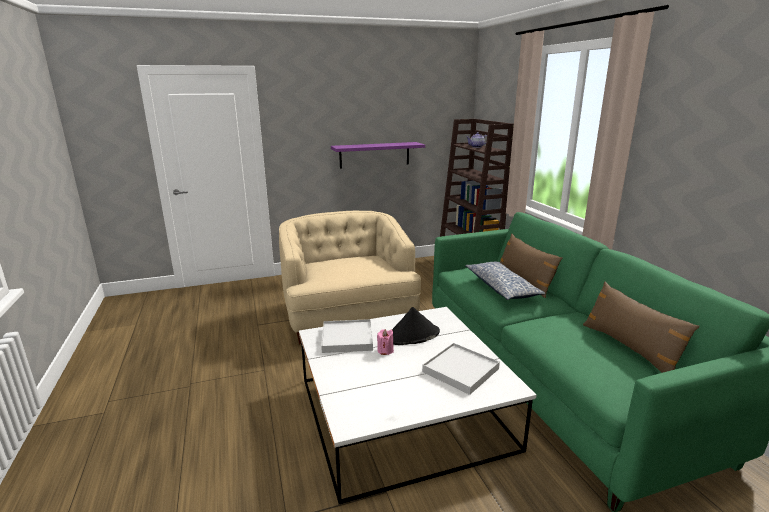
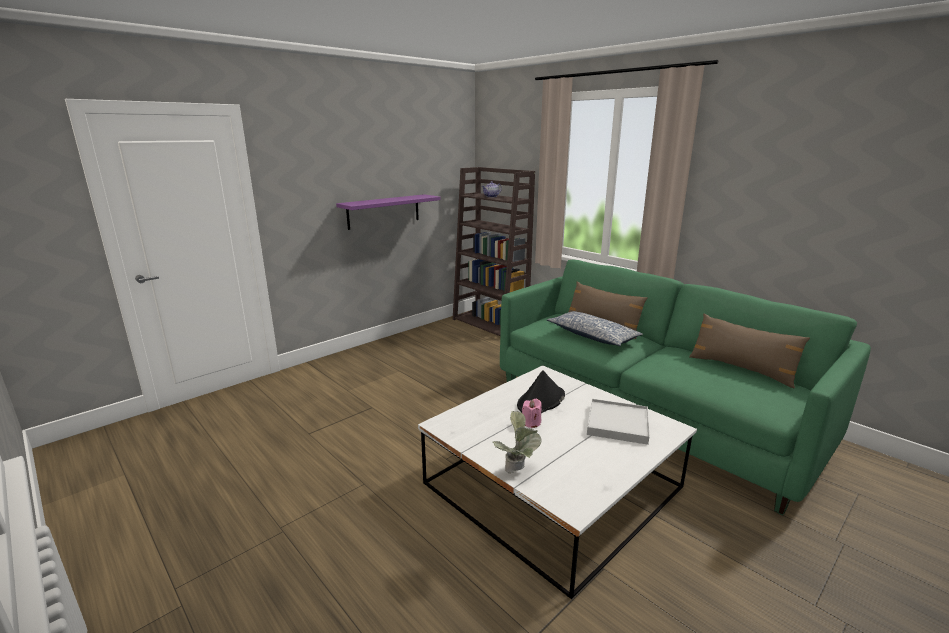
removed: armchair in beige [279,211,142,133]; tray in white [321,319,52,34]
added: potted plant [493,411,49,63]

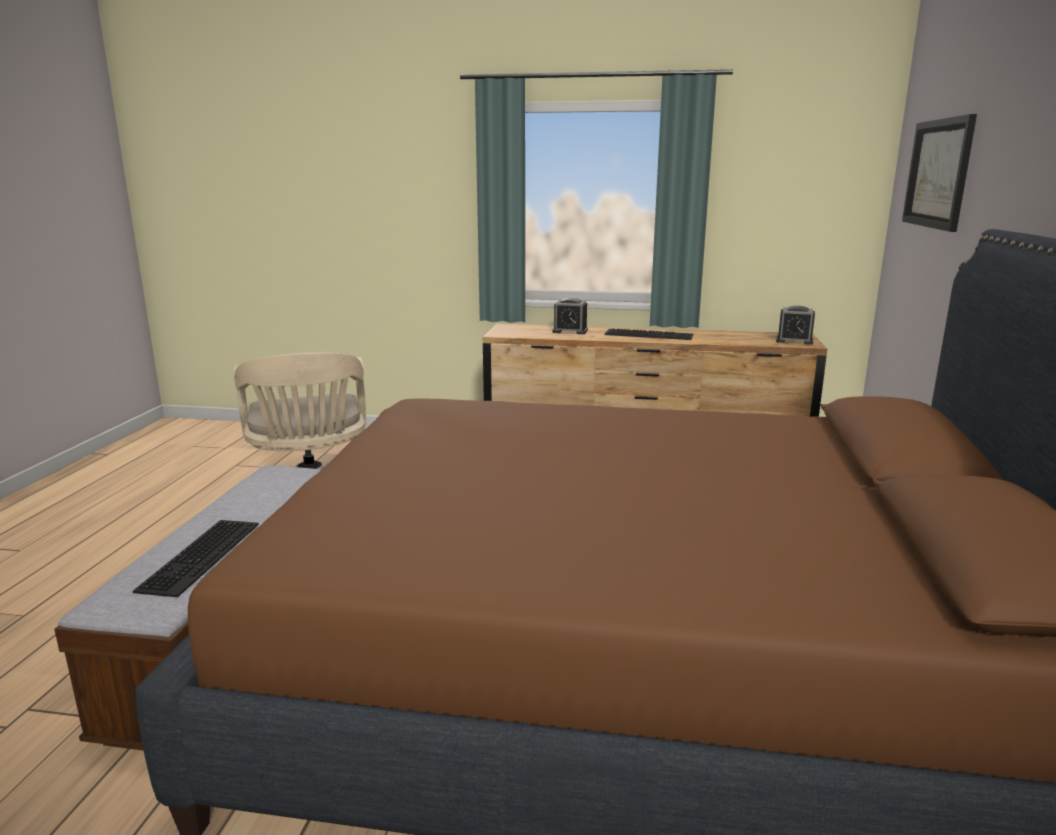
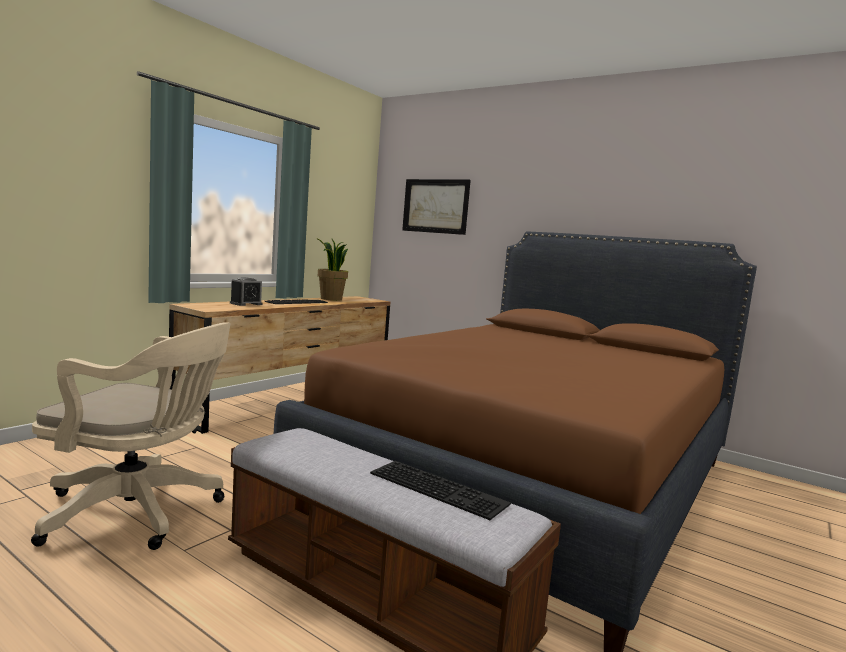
removed: alarm clock [776,306,39,39]
added: potted plant [316,238,32,63]

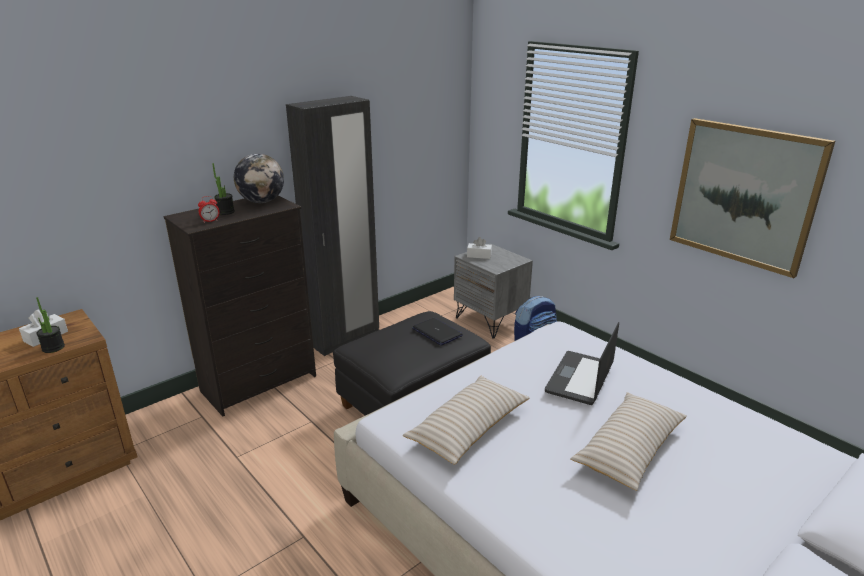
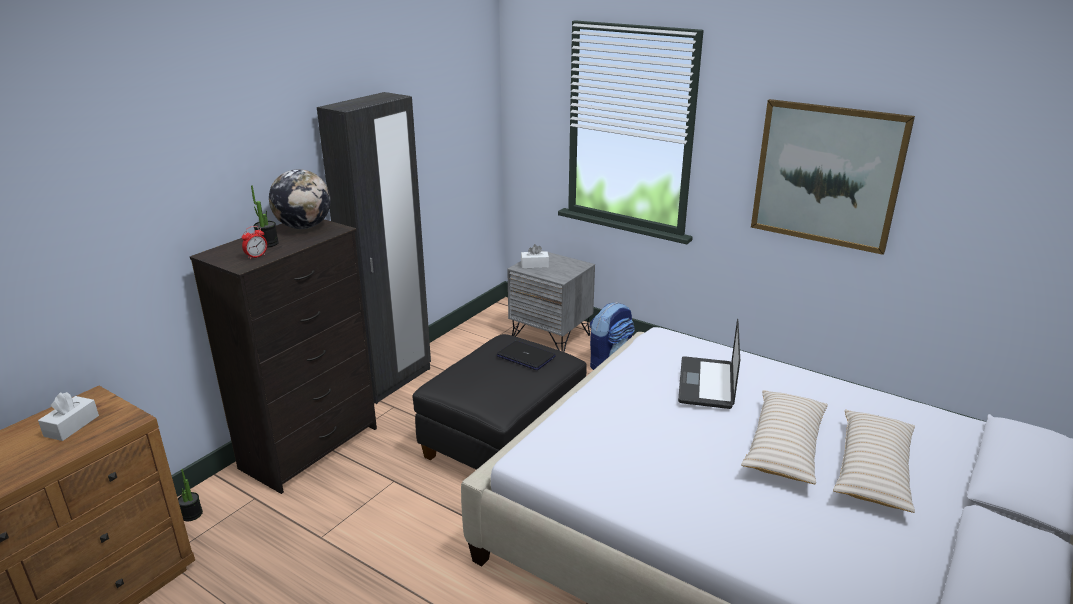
moved: potted plant [36,297,29,56] to [178,469,25,52]; pillow in beige [403,376,126,89] to [833,410,82,103]

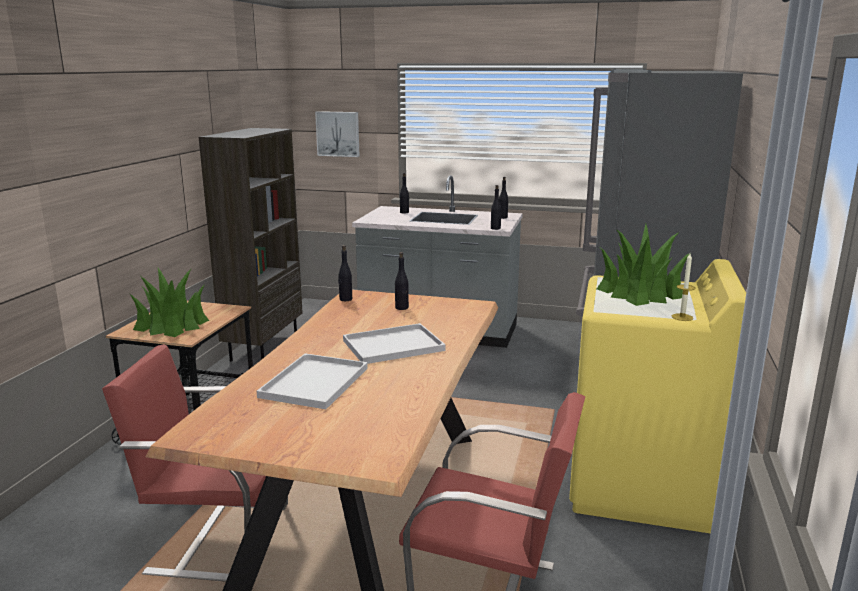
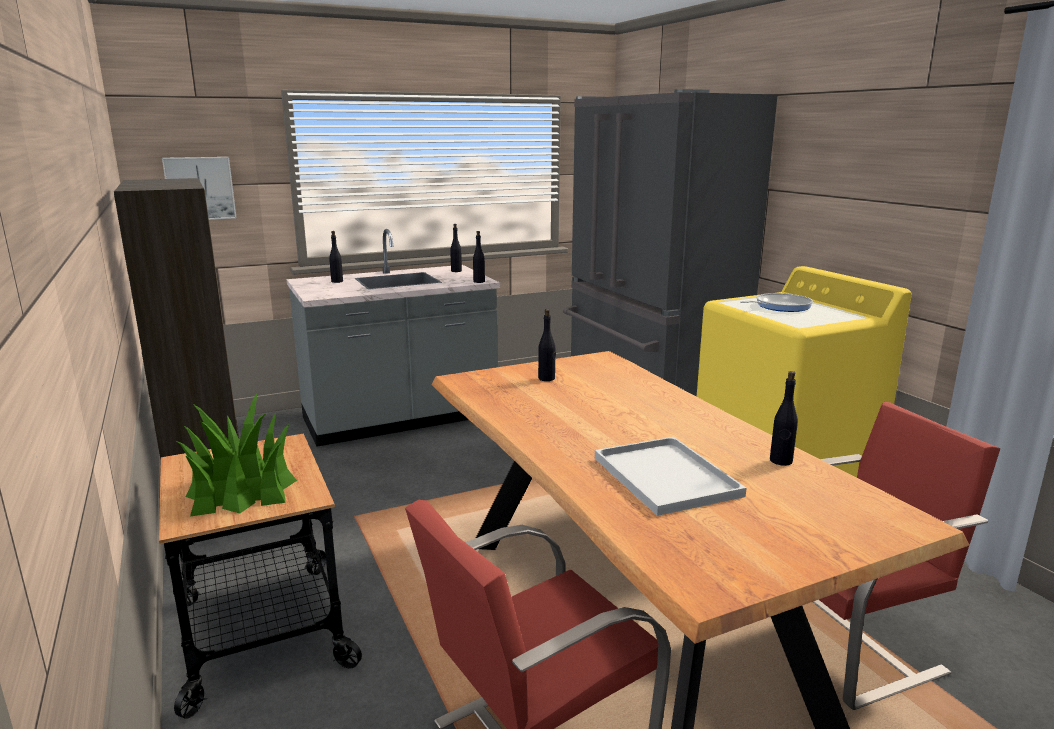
removed: tray in white [343,323,103,41]; candle [672,253,23,68]
moved: bottle in black [338,245,14,56] to [770,371,28,95]
replaced: potted plant [597,224,93,82] to frying pan [740,293,73,19]

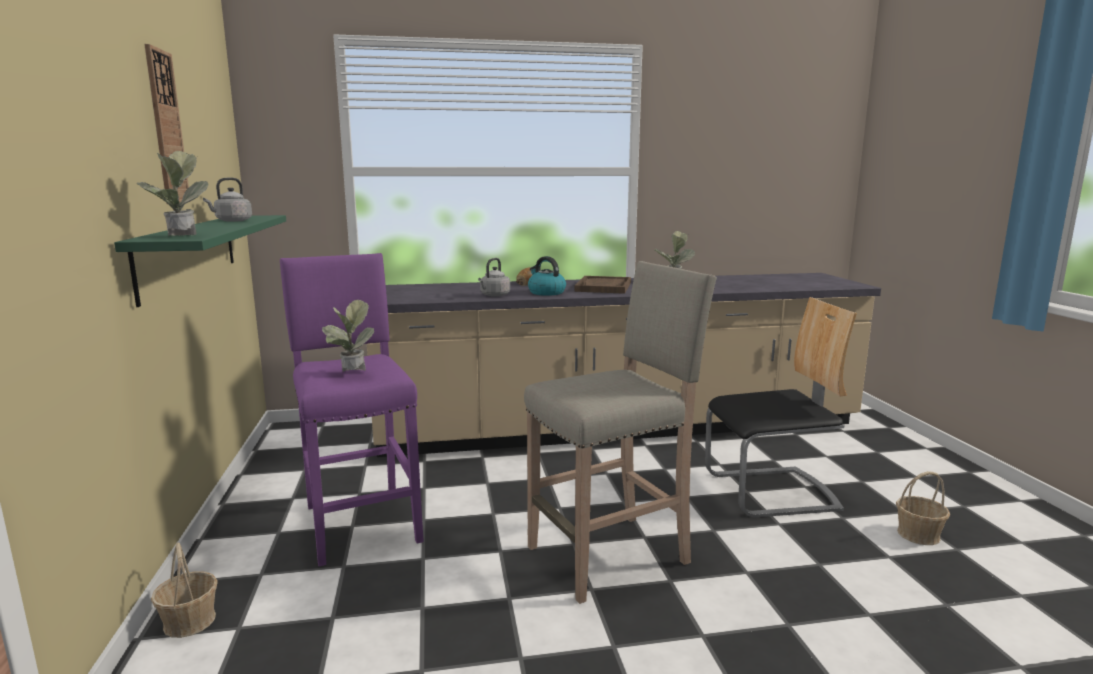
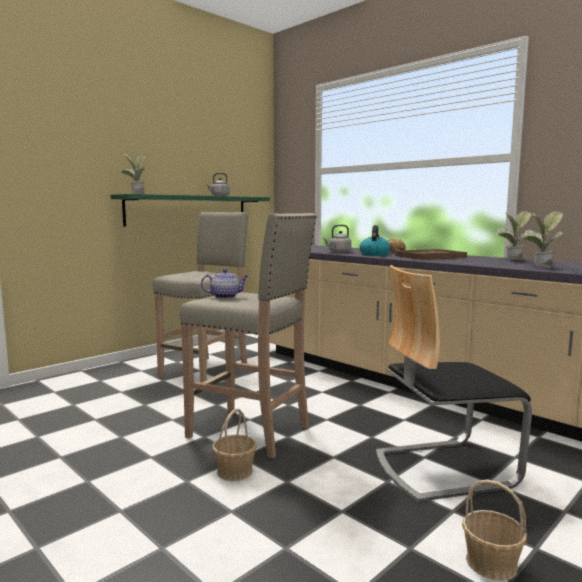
removed: wall clock [144,44,47,159]
added: teapot [201,269,47,30]
moved: basket [151,543,67,95] to [212,409,45,72]; potted plant [322,300,52,71] to [522,211,41,57]
recoloured: stool in purple [280,253,144,313] to stool in beige [153,212,96,171]
turned: chair [705,297,152,220] = [376,265,156,237] 120 degrees clockwise

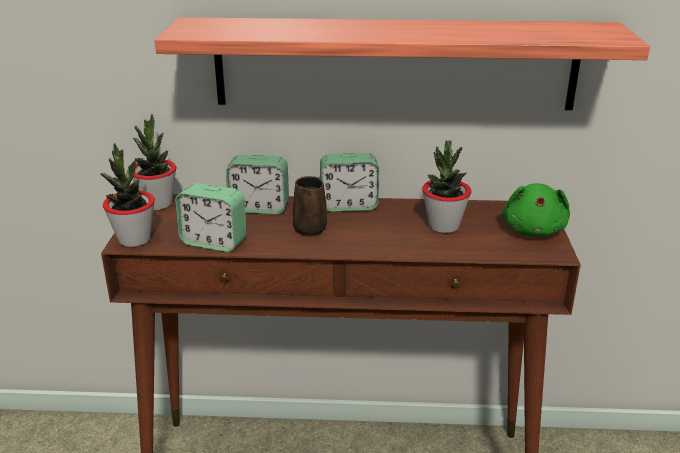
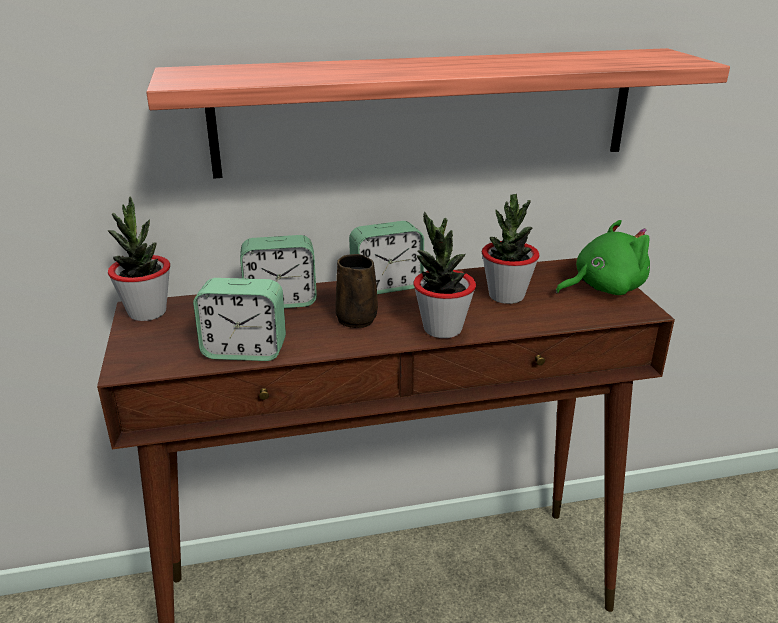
moved: potted plant [100,143,55,104] to [413,212,63,126]
turned: plush toy in green [502,183,68,54] = [556,220,94,75] 105 degrees counterclockwise

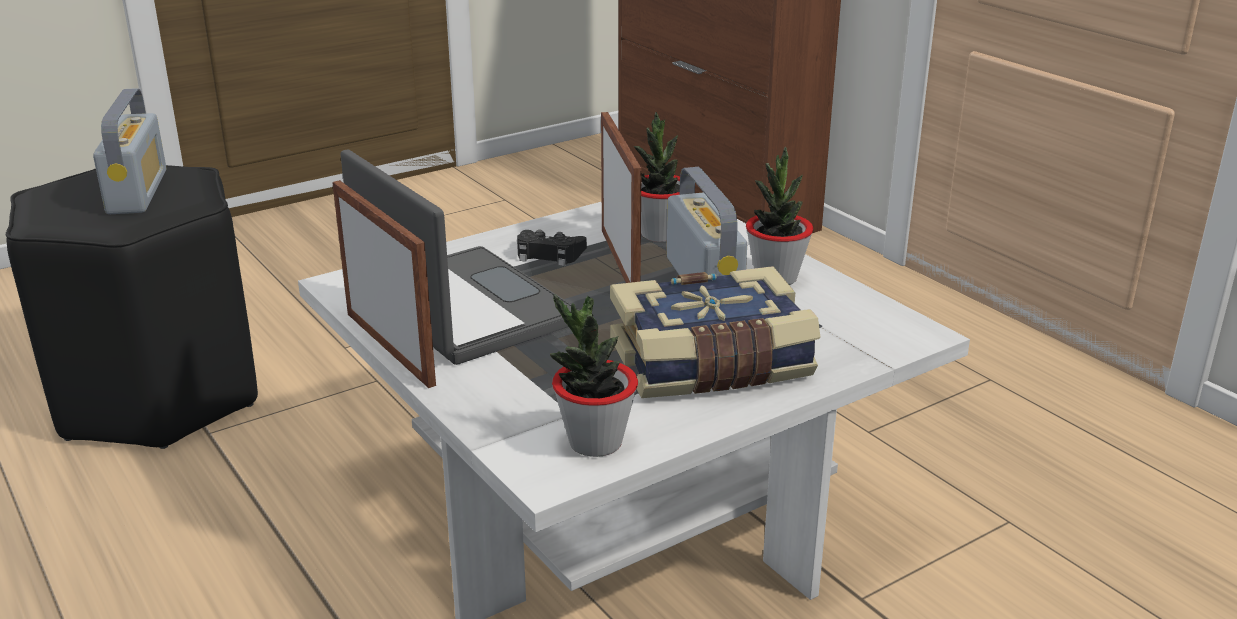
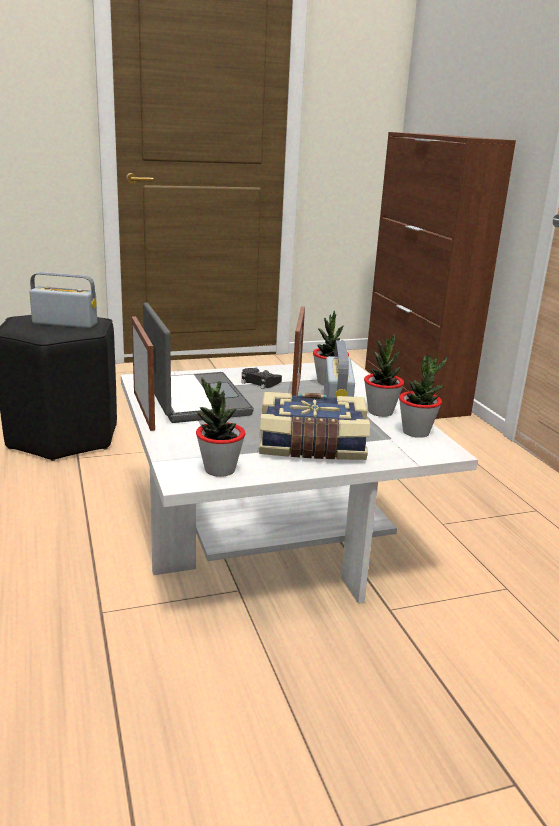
added: potted plant [399,355,48,83]
turned: radio [93,88,73,126] = [29,272,68,56] 90 degrees counterclockwise

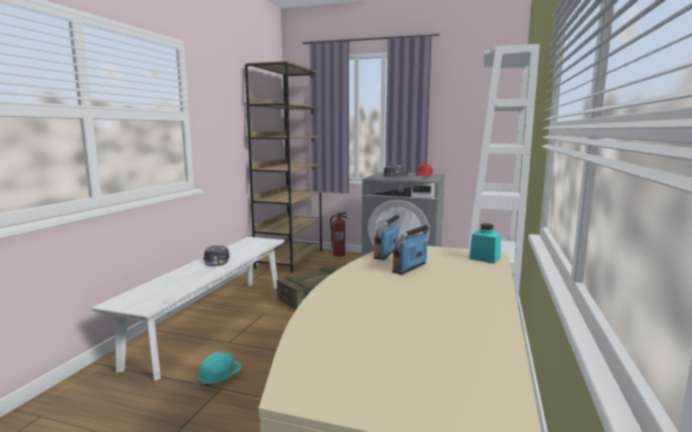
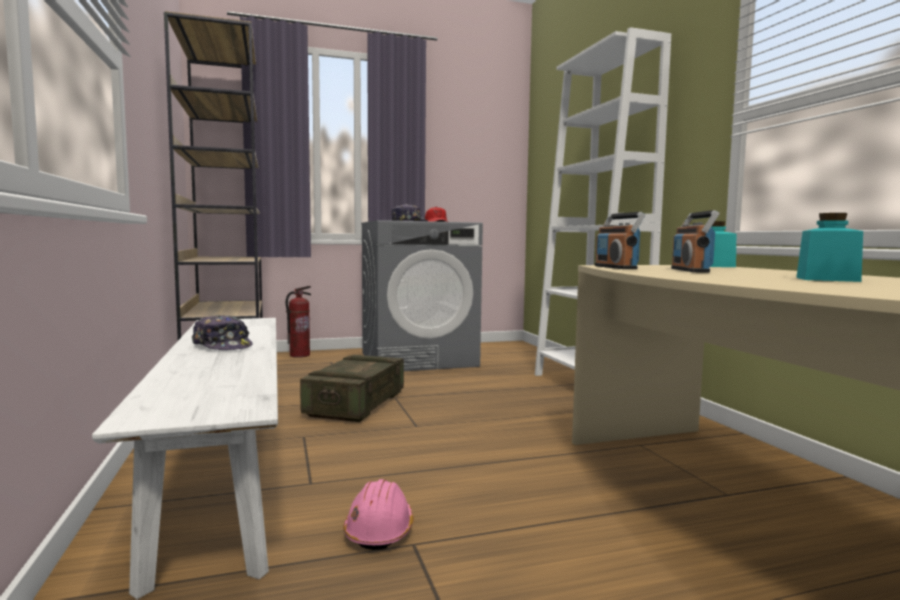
added: jar in turquoise [796,213,67,69]
recoloured: hard hat in turquoise [197,351,45,35] to hard hat in pink [343,479,71,71]

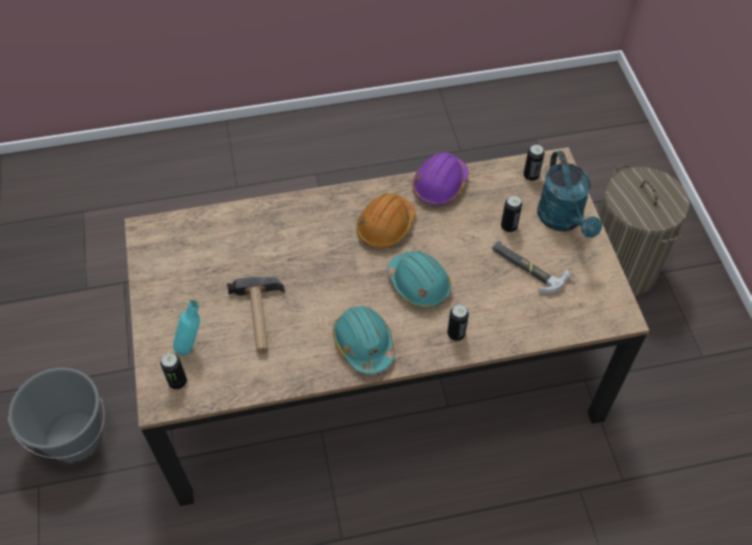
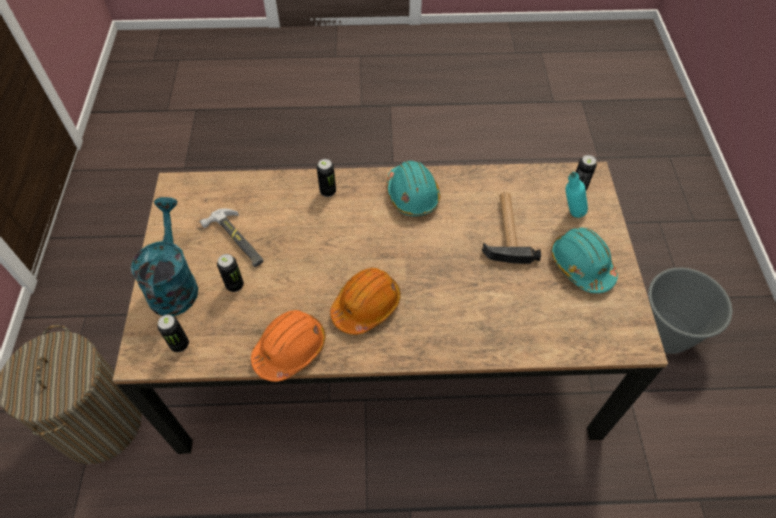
moved: hard hat in turquoise [387,251,64,58] to [551,228,67,65]
recoloured: hard hat in purple [412,152,56,53] to hard hat in orange [251,310,75,72]

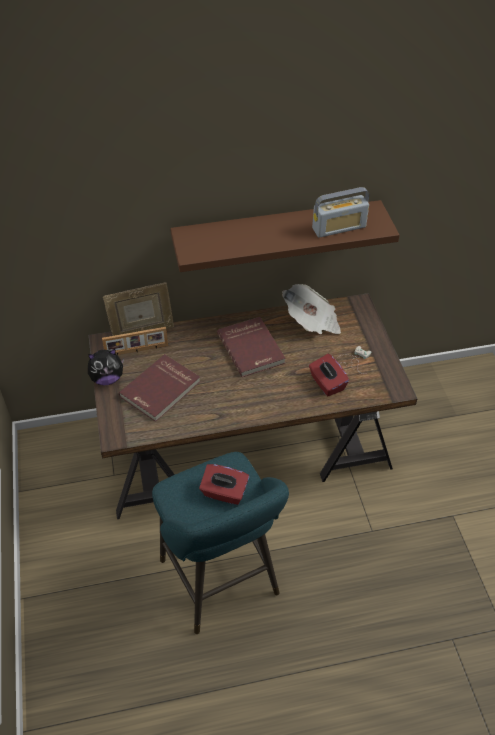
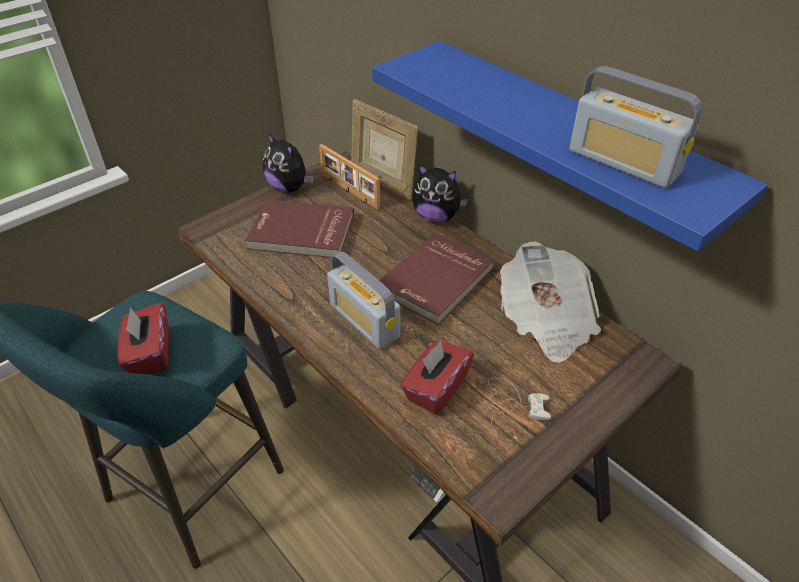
added: radio [327,252,73,97]; plush toy [412,164,56,59]
recoloured: shelf in brown [170,200,230,72] to shelf in blue [372,41,396,211]

